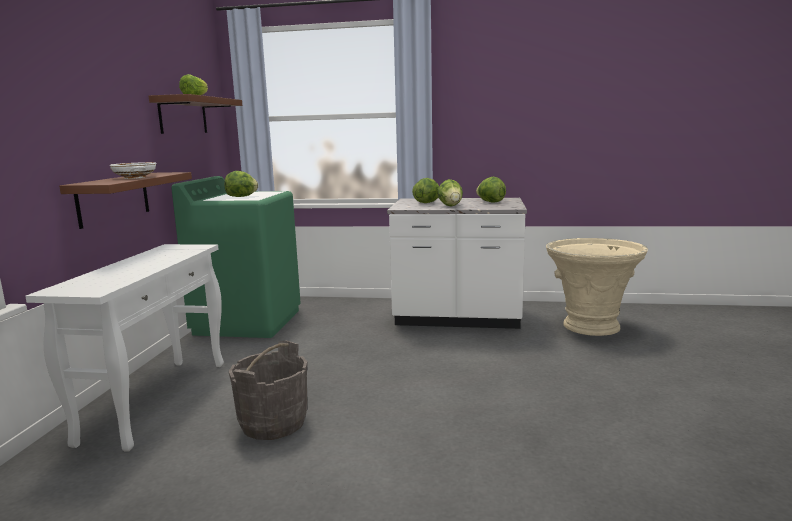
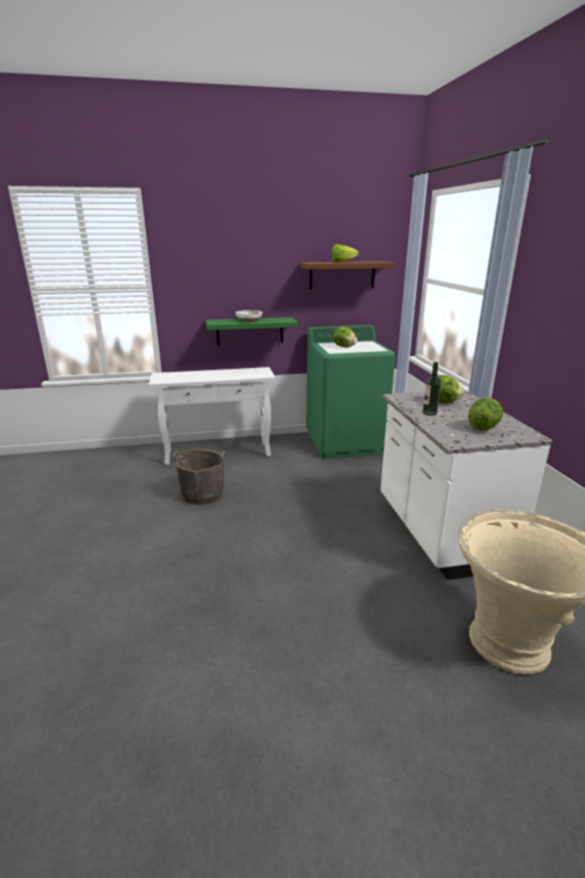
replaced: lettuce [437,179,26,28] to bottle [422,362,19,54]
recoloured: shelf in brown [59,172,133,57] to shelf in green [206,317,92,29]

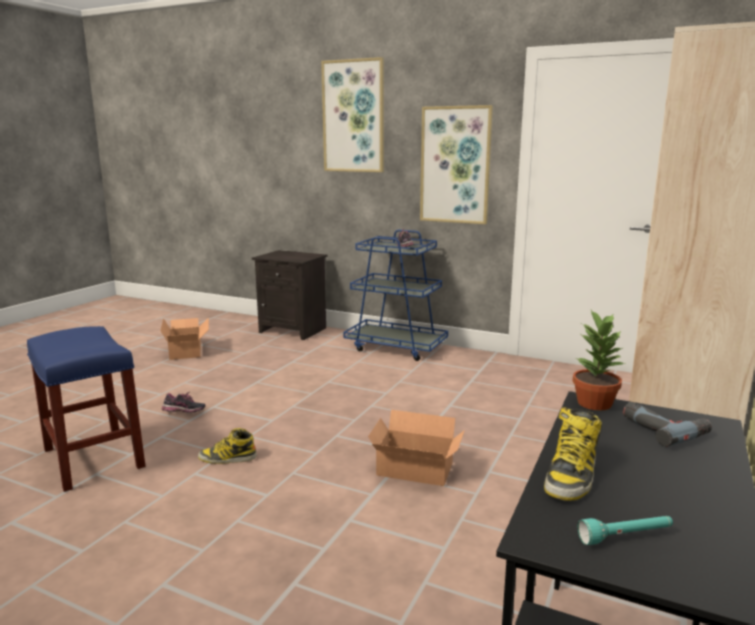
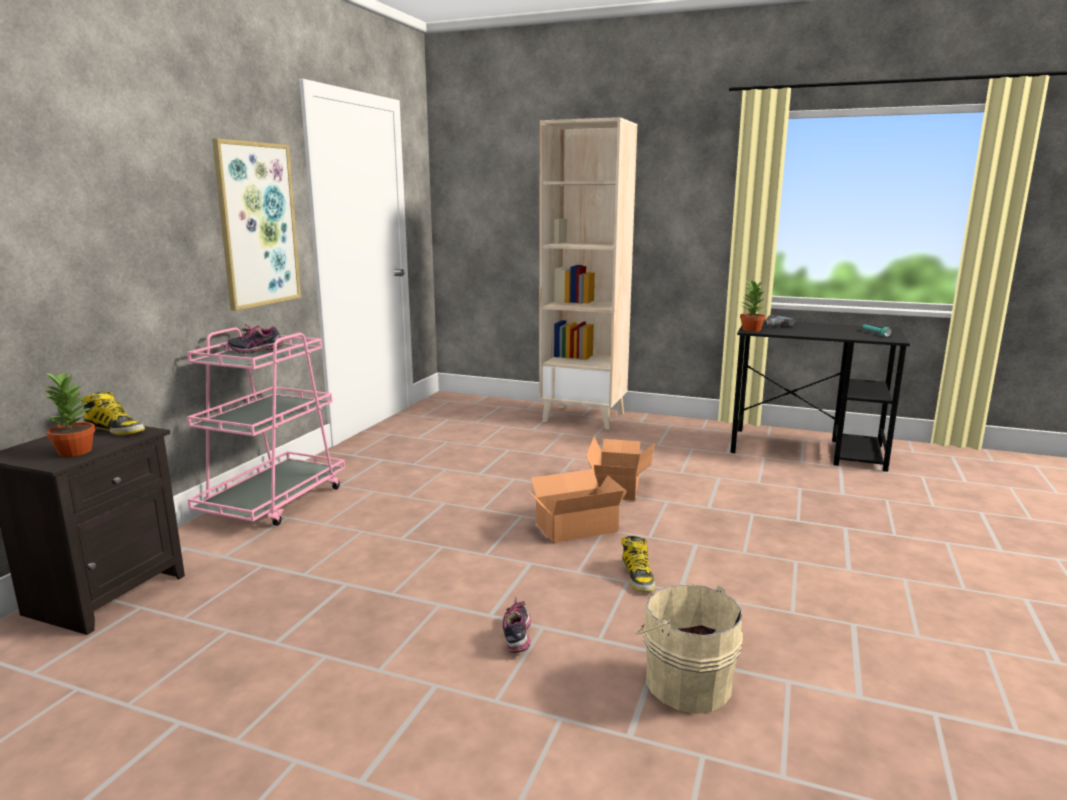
removed: picture [321,57,63,115]
added: potted plant [43,371,52,86]
moved: cardboard box [160,317,49,43] to [528,469,99,74]; boot [544,407,58,94] to [82,391,63,44]
replaced: stool in blue [27,326,118,166] to bucket in beige [634,584,109,130]
recoloured: cart in blue [343,230,105,131] to cart in pink [187,327,158,199]

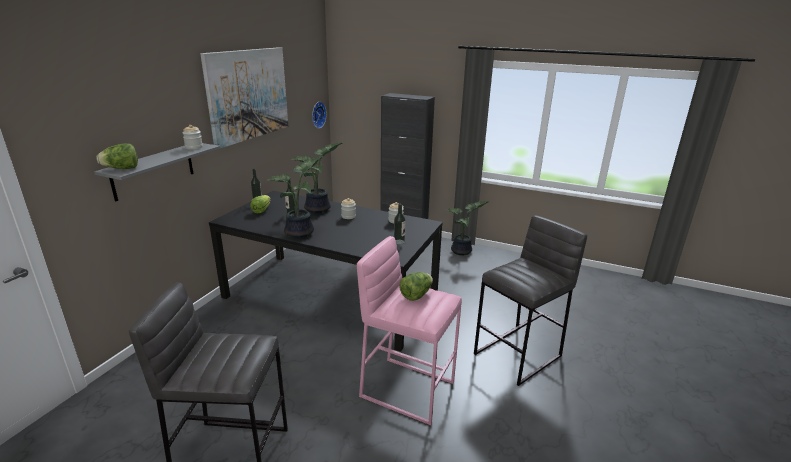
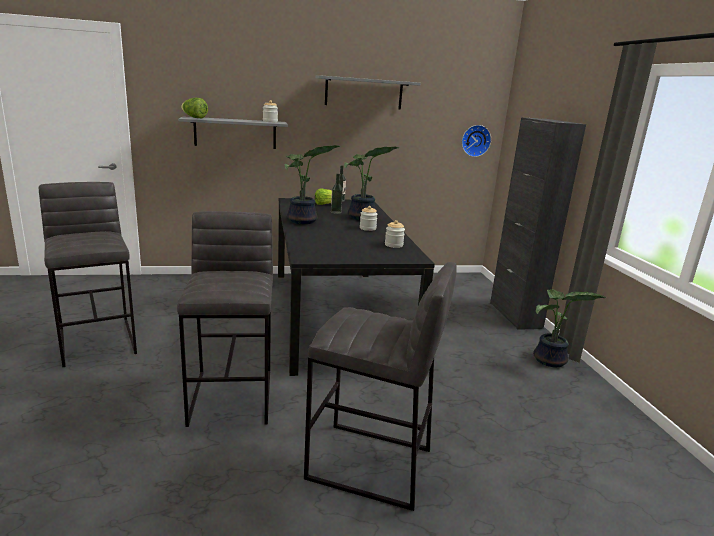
removed: bottle [394,203,12,41]; lettuce [399,272,34,29]
replaced: picture [201,47,87,102] to shelf in grey [316,75,105,35]
recoloured: stool in pink [357,236,105,189] to stool in grey [177,211,96,216]

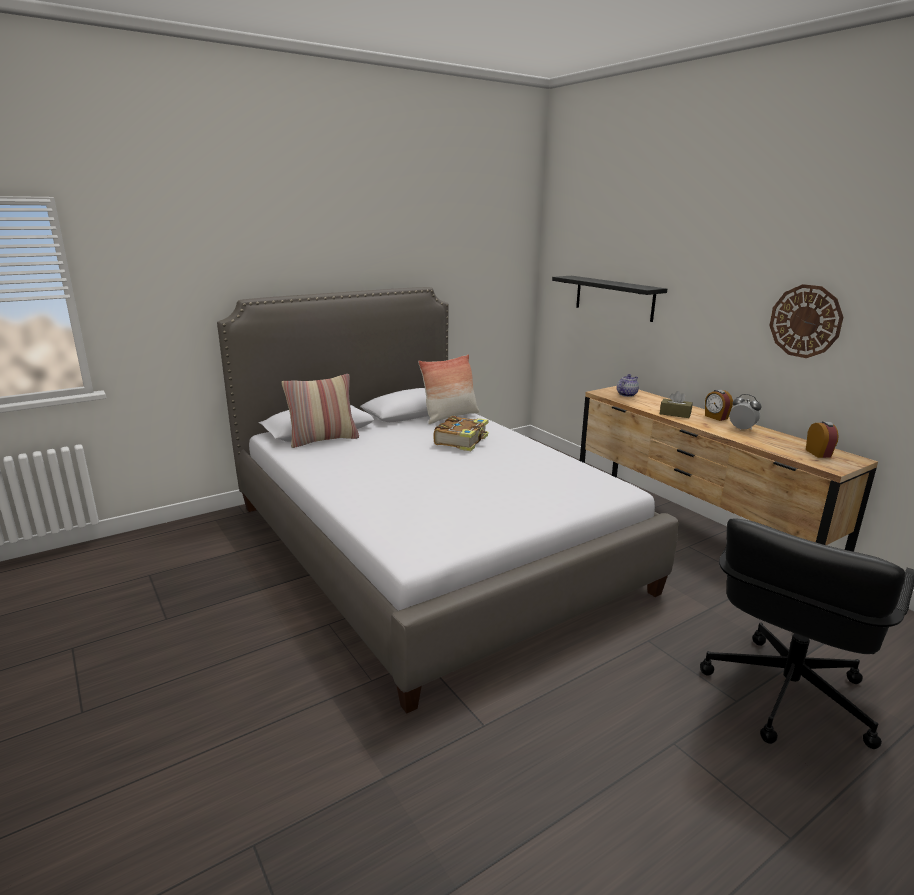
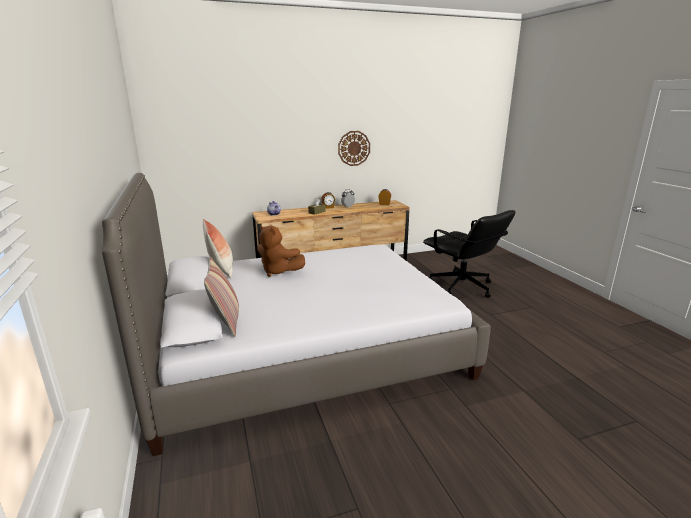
removed: shelf in black [552,276,115,46]
replaced: book [434,416,55,35] to plush toy in brown [257,225,48,52]

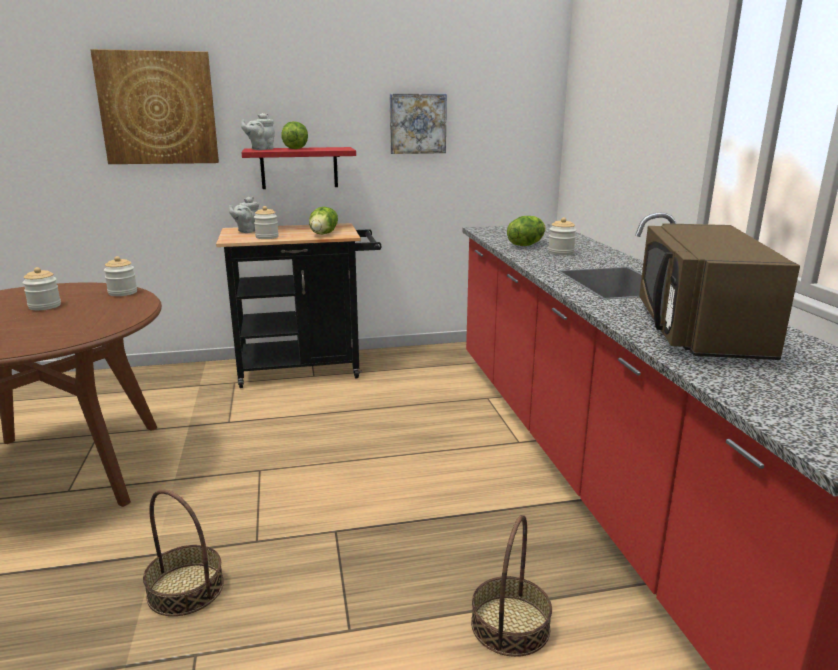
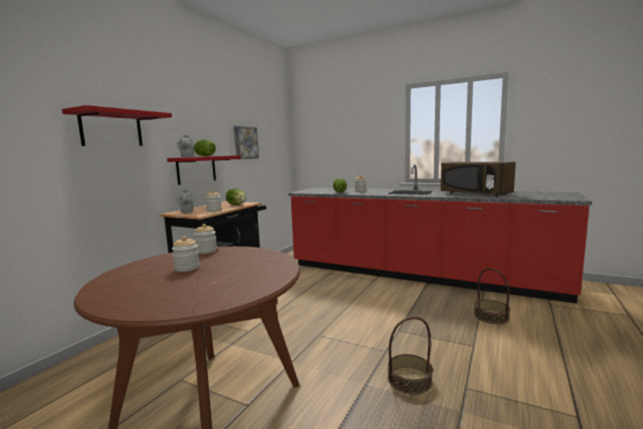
replaced: picture [90,49,129,115] to shelf in red [62,105,110,41]

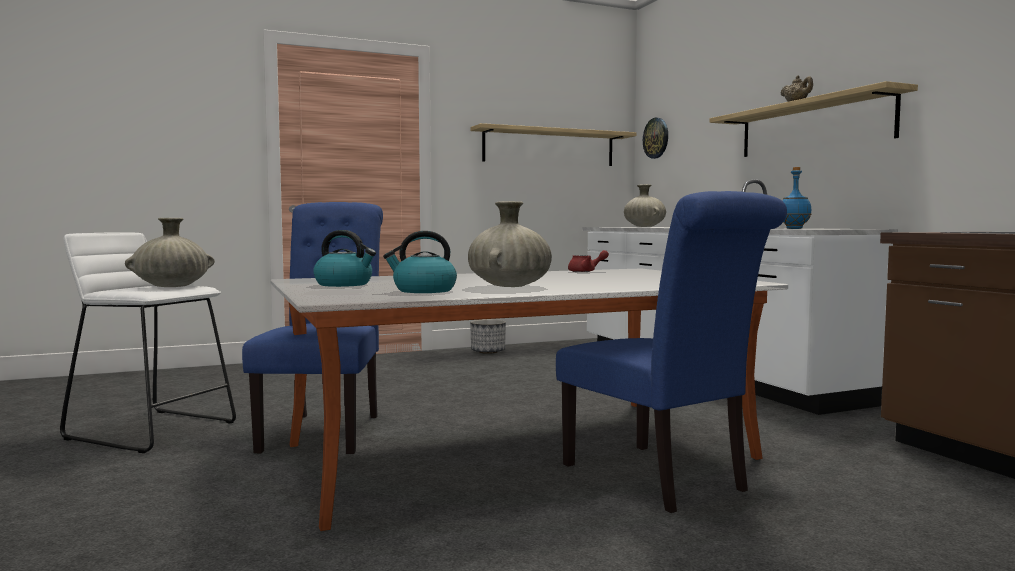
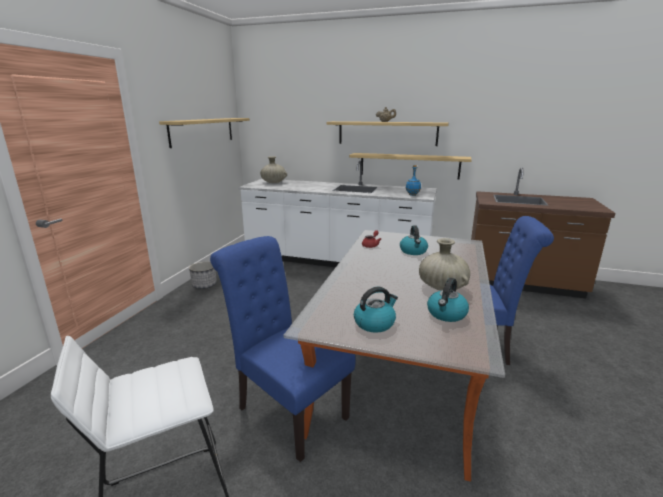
removed: vase in beige [125,218,90,69]; wall clock [643,118,25,41]
added: shelf [349,153,123,26]; kettle [400,226,28,29]

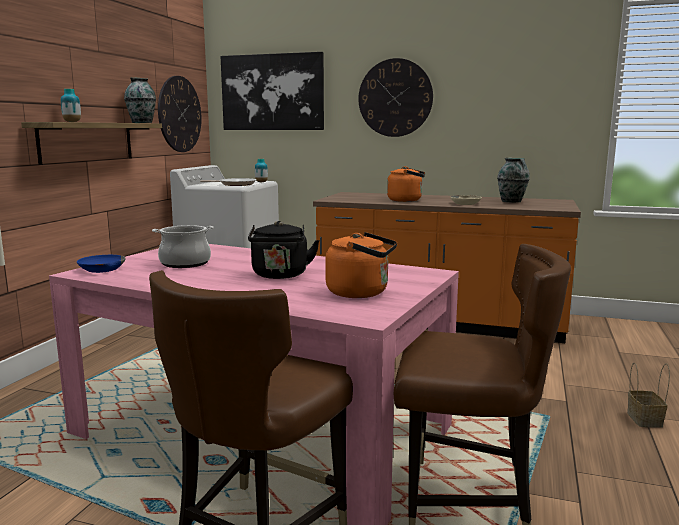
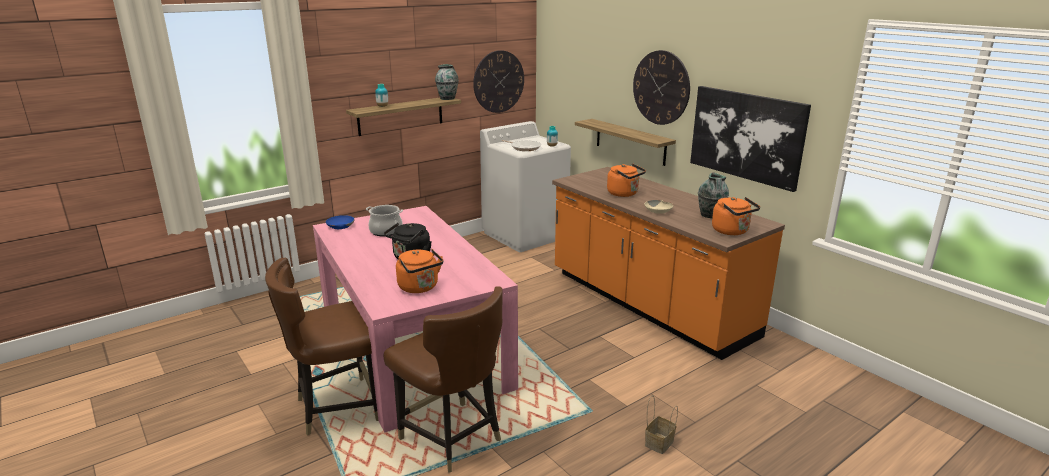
added: shelf [575,119,101,47]; kettle in orange [712,197,48,38]
moved: picture [221,52,103,78] to [690,86,121,106]

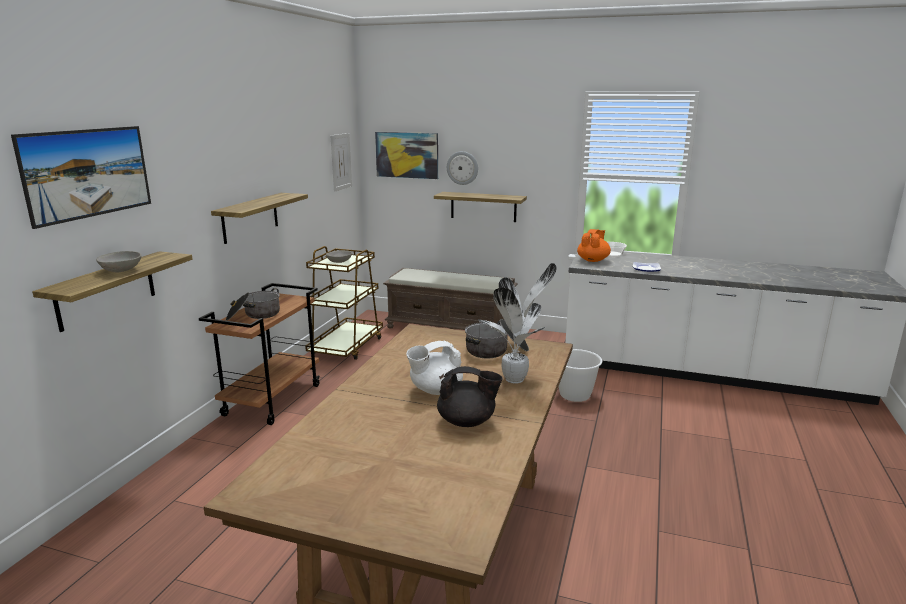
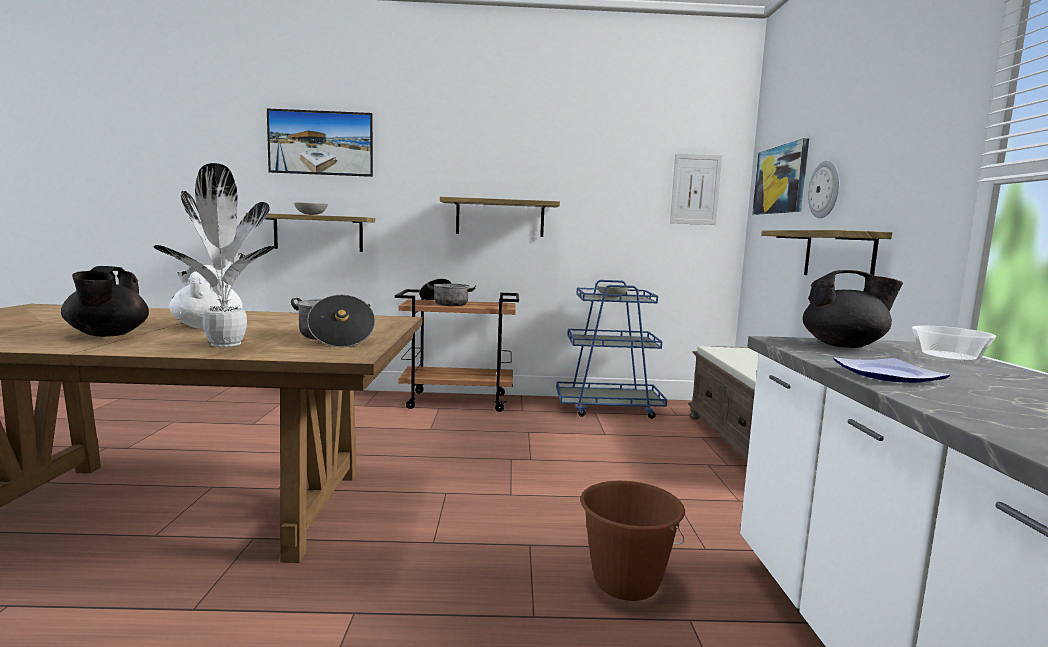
recoloured: cart in brown [305,246,78,114] to cart in blue [556,280,111,139]; bucket in white [559,349,43,53] to bucket in brown [580,481,105,120]; teapot in orange [577,229,34,33] to teapot in black [803,270,100,78]

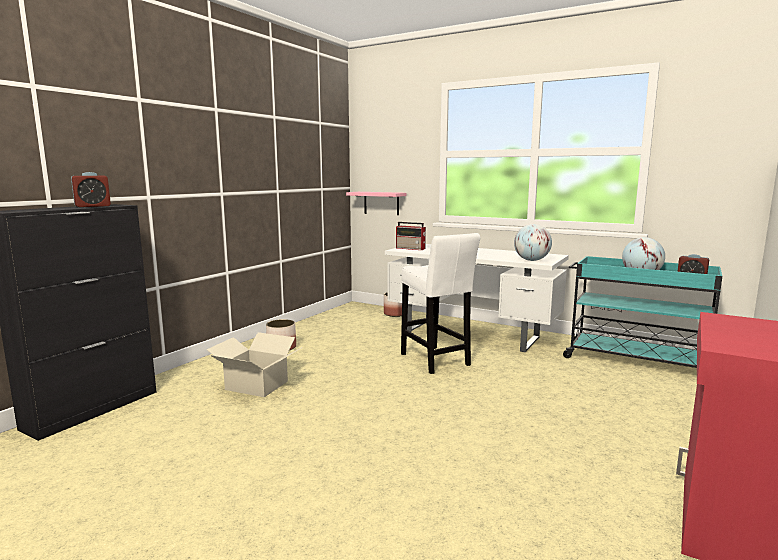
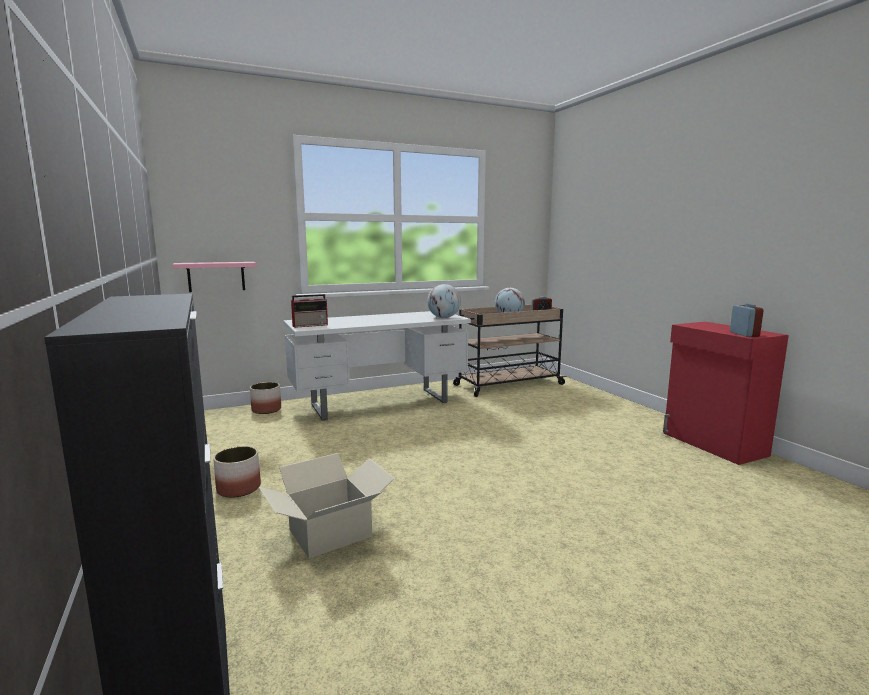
removed: stool in white [401,233,79,141]
moved: alarm clock [71,172,40,35] to [730,303,34,34]
recoloured: cart in turquoise [563,256,159,112] to cart in beige [453,305,114,92]

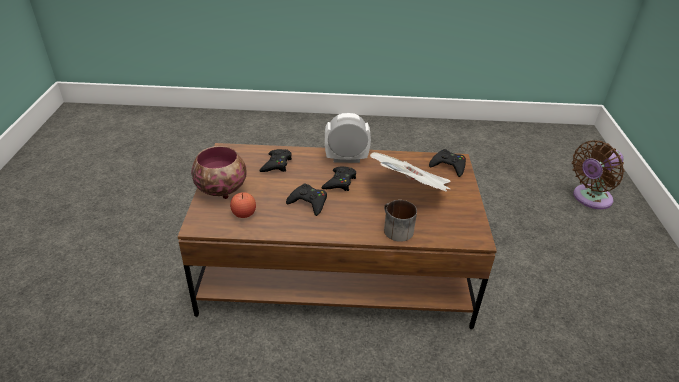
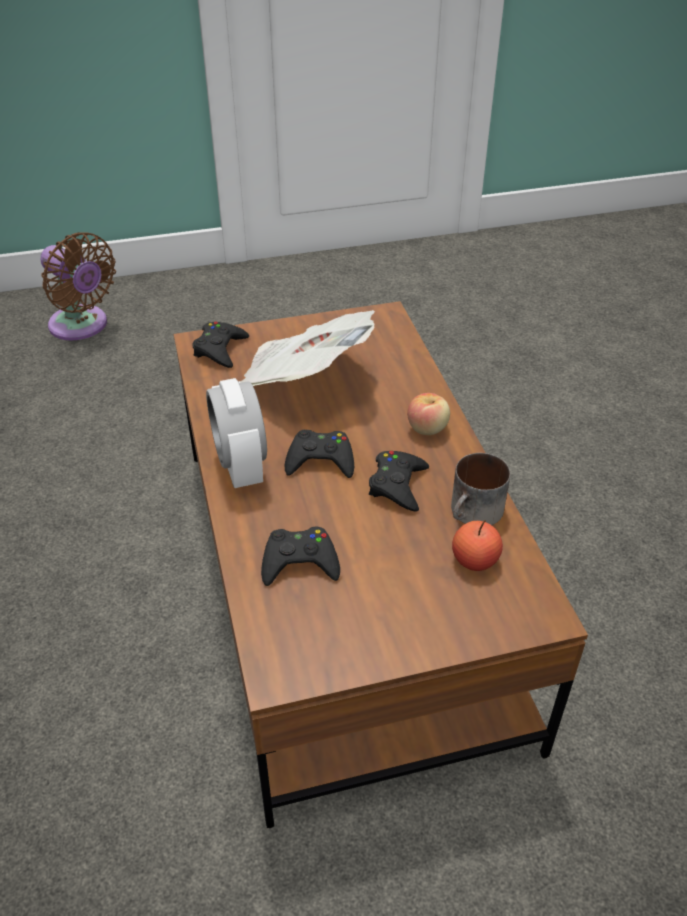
removed: bowl [191,146,55,53]
added: apple [407,393,43,42]
moved: mug [384,200,33,42] to [451,453,59,72]

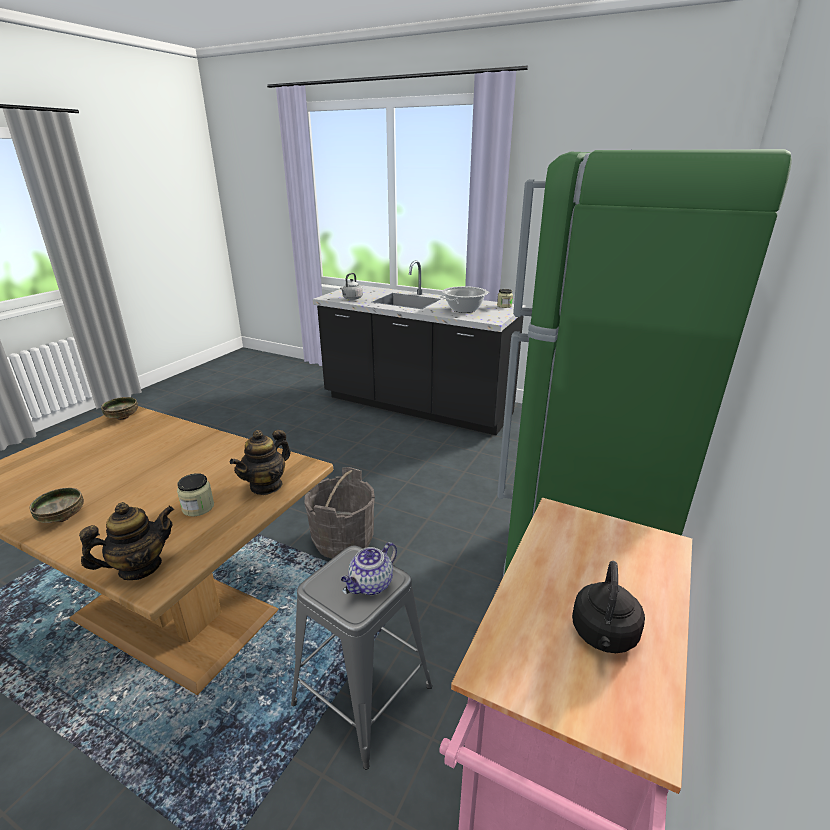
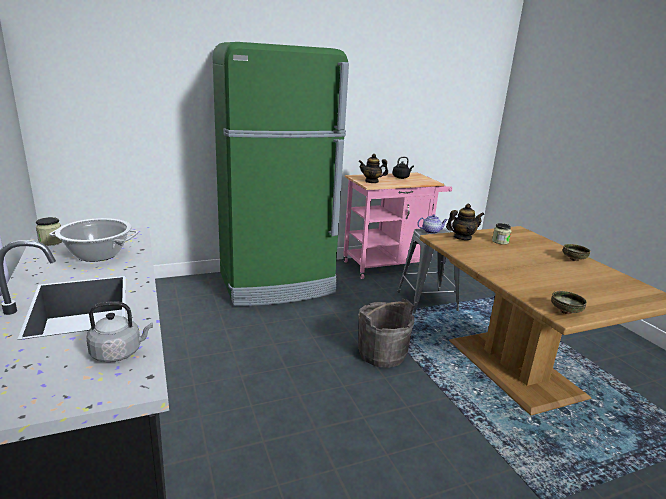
moved: teapot [79,502,95,78] to [358,154,30,29]

